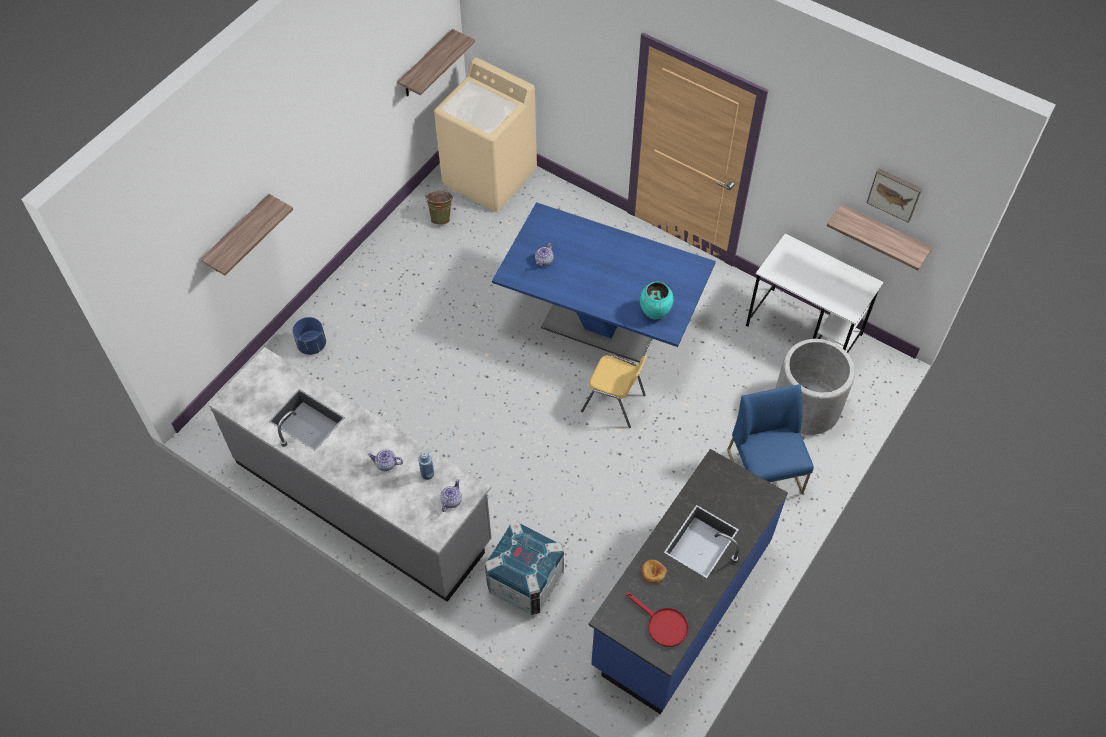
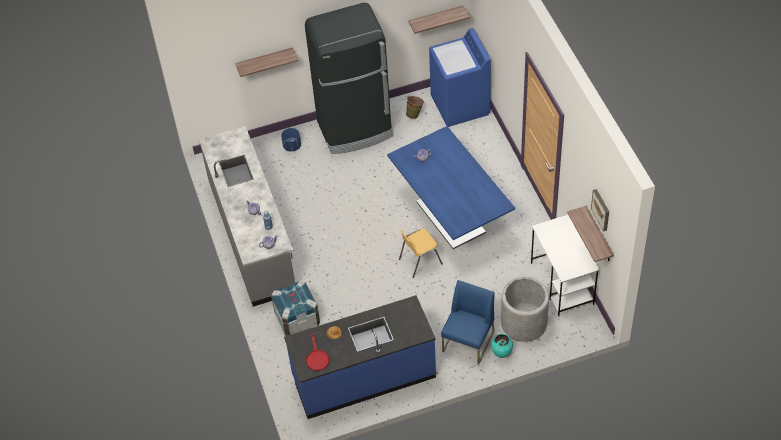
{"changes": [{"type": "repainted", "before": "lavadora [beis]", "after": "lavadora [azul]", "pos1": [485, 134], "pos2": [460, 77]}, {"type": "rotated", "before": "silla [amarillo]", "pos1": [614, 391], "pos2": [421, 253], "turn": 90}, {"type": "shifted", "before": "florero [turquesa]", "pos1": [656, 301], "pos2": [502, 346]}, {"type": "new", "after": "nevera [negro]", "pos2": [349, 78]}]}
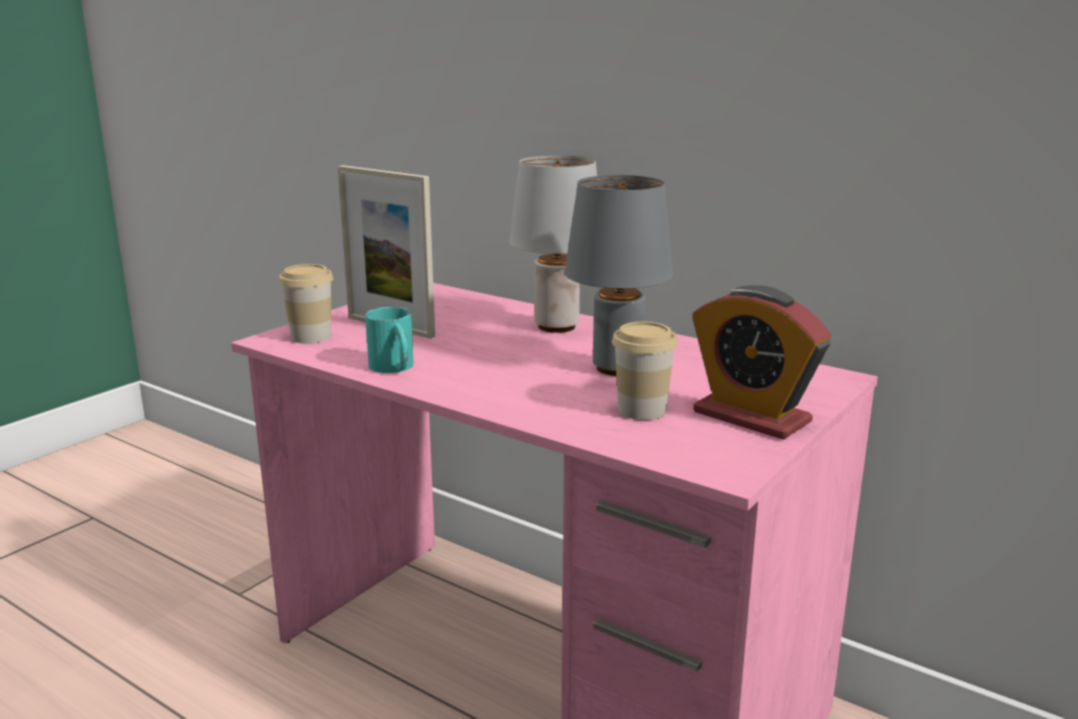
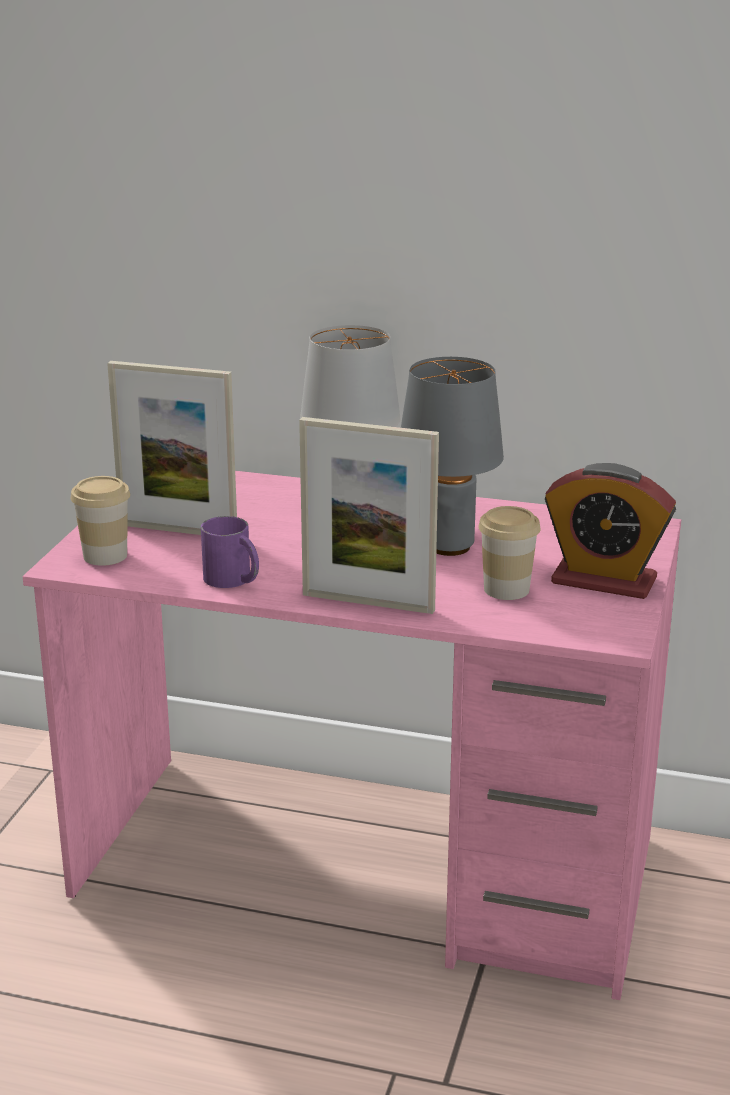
{"changes": [{"type": "repainted", "before": "taza grande [turquesa]", "after": "taza grande [morado]", "pos1": [389, 340], "pos2": [230, 552]}, {"type": "new", "after": "portarretratos", "pos2": [369, 515]}]}
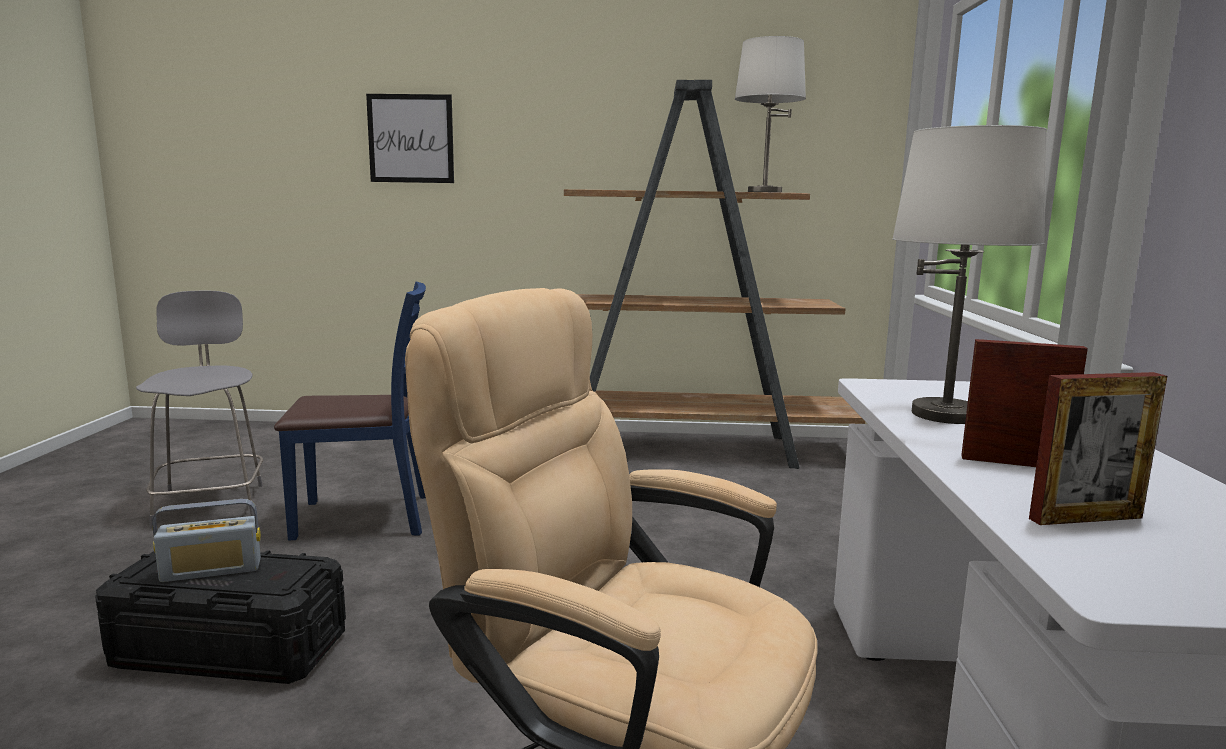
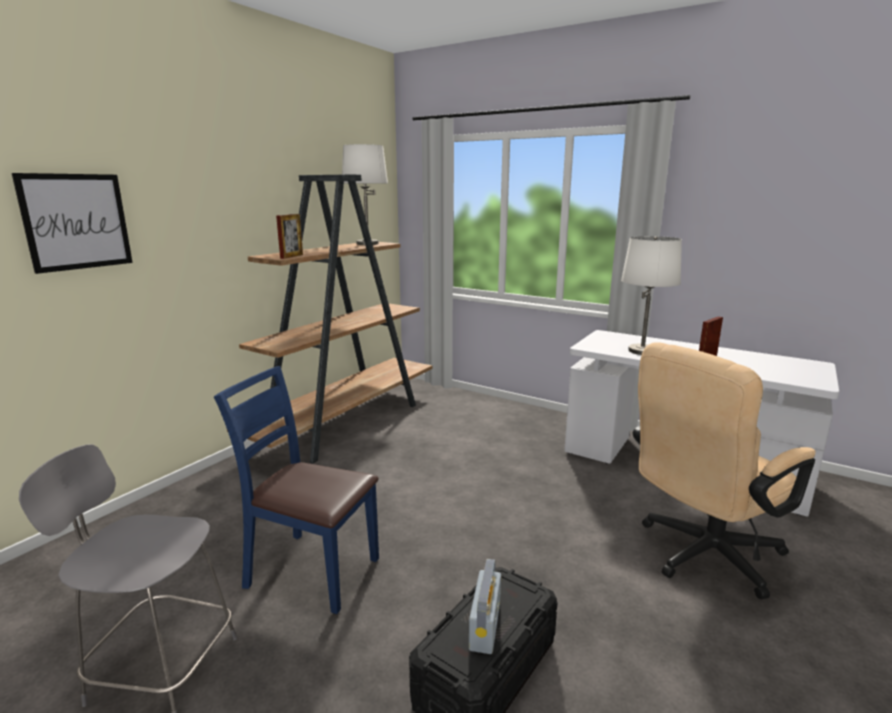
{"changes": [{"type": "rotated", "before": "silla [azul]", "pos1": [350, 410], "pos2": [296, 490], "turn": -90}, {"type": "shifted", "before": "portarretratos", "pos1": [1098, 448], "pos2": [289, 236]}]}
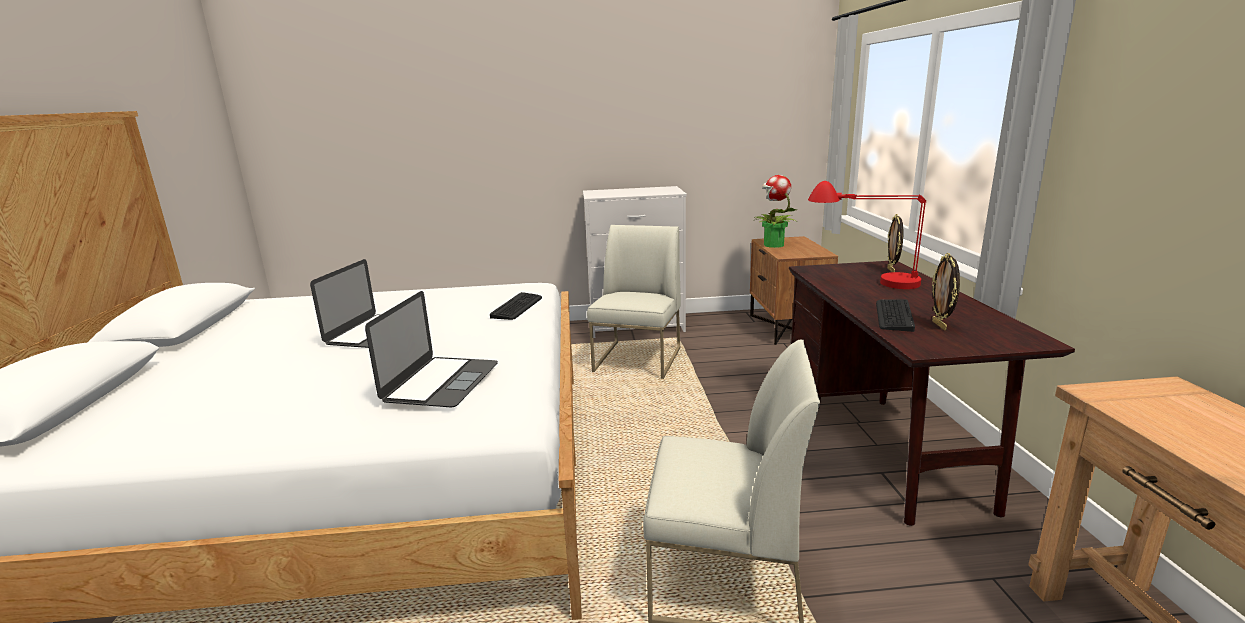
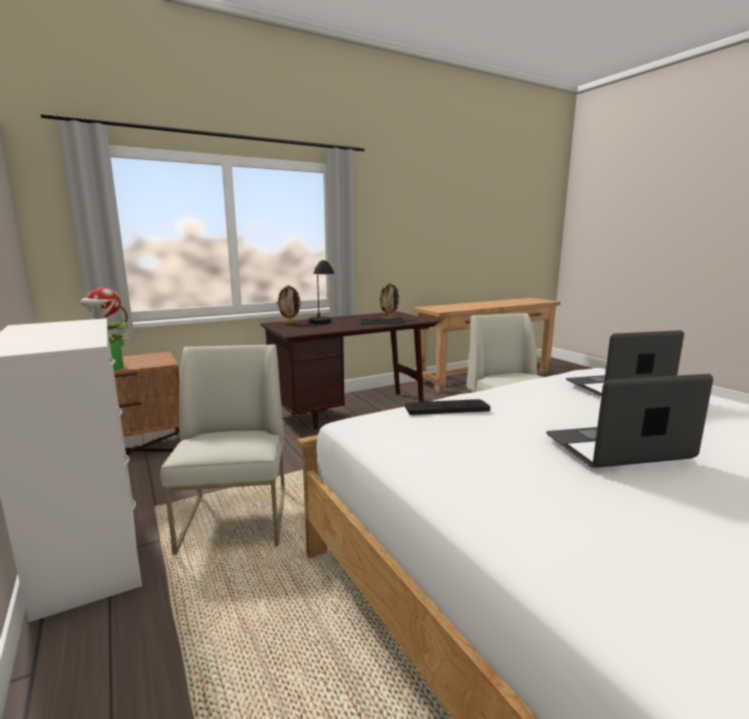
{"changes": [{"type": "rotated", "before": "silla [blanco]", "pos1": [634, 302], "pos2": [222, 449], "turn": 90}, {"type": "repainted", "before": "lámpara de mesa [rojo]", "after": "lámpara de mesa [negro]", "pos1": [867, 235], "pos2": [321, 292]}]}
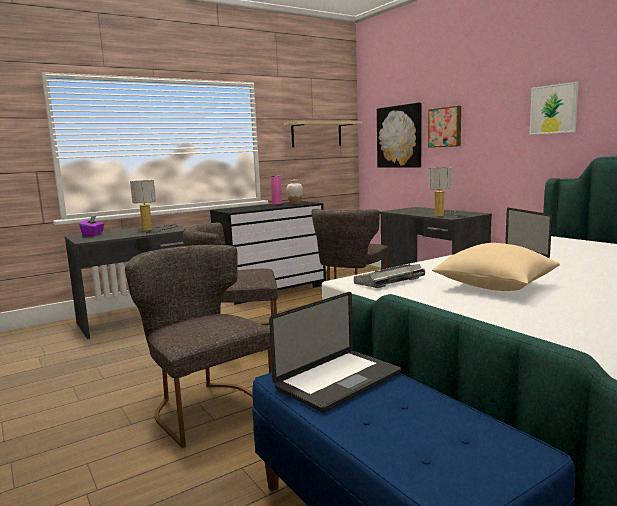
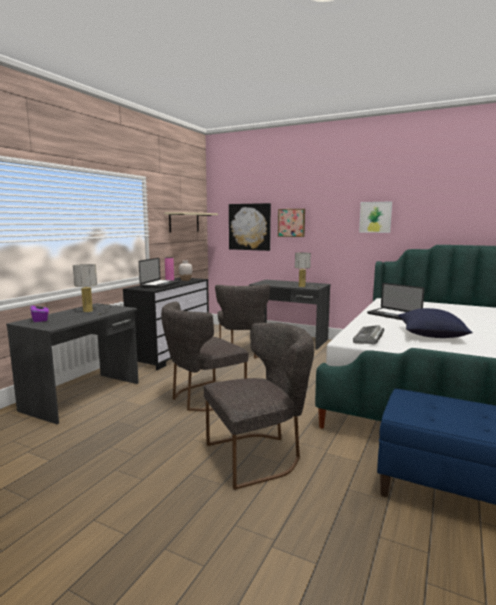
{"changes": [{"type": "rotated", "before": "silla [gris]", "pos1": [198, 346], "pos2": [259, 406], "turn": 135}, {"type": "shifted", "before": "portátil", "pos1": [335, 352], "pos2": [159, 273]}, {"type": "repainted", "before": "cojín [beis]", "after": "cojín [azul]", "pos1": [496, 267], "pos2": [435, 323]}]}
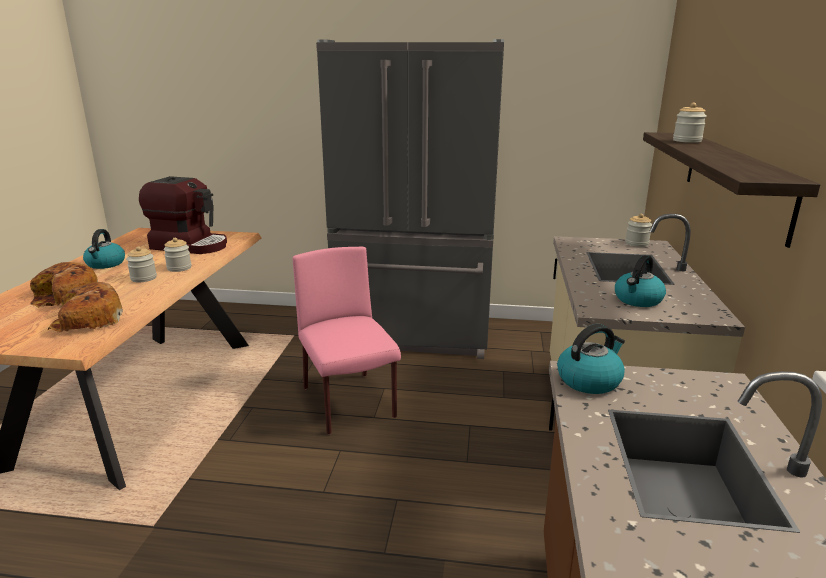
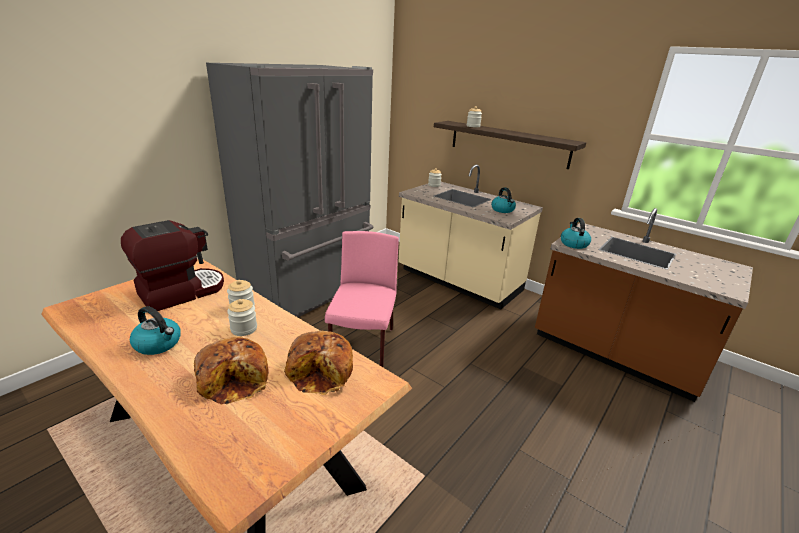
{"changes": [{"type": "rotated", "before": "silla [rosa]", "pos1": [346, 341], "pos2": [362, 299], "turn": 90}]}
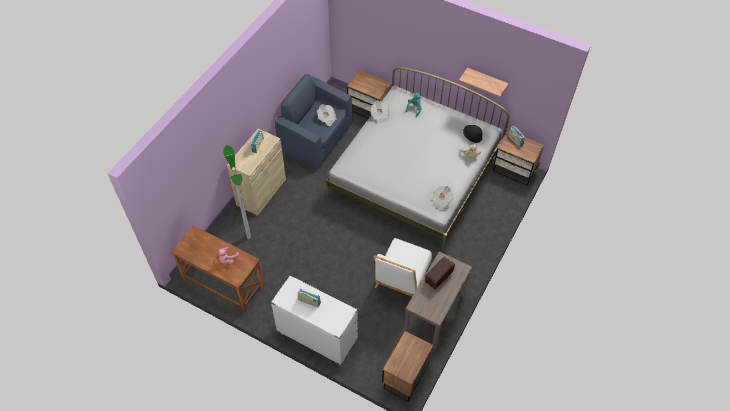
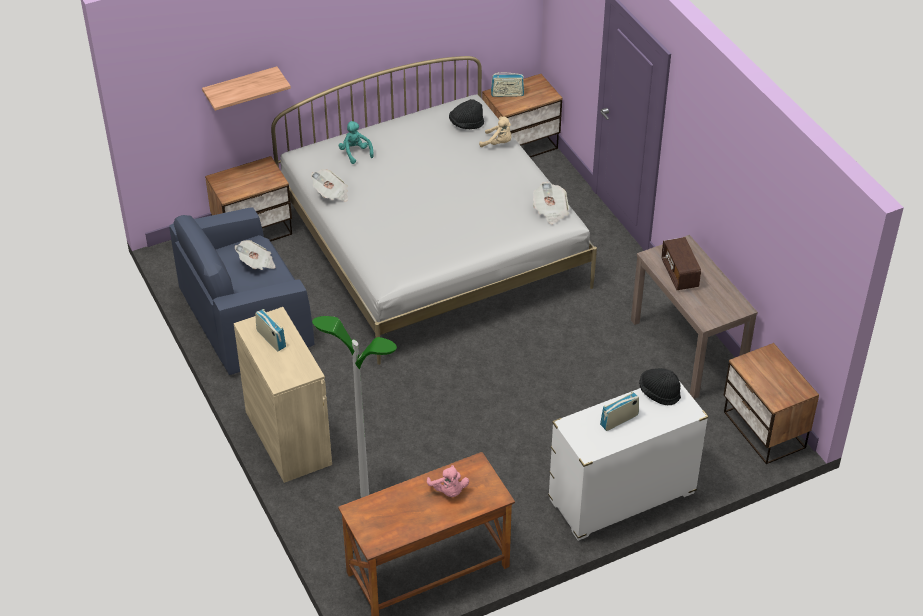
{"changes": [{"type": "gone", "before": "silla [blanco]", "pos1": [403, 267]}, {"type": "shifted", "before": "estante", "pos1": [484, 82], "pos2": [246, 88]}, {"type": "new", "after": "sombrero [negro]", "pos2": [660, 386]}]}
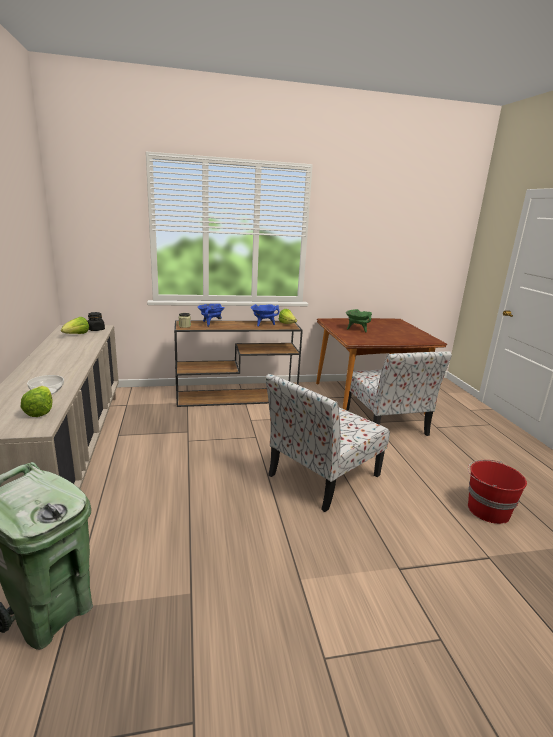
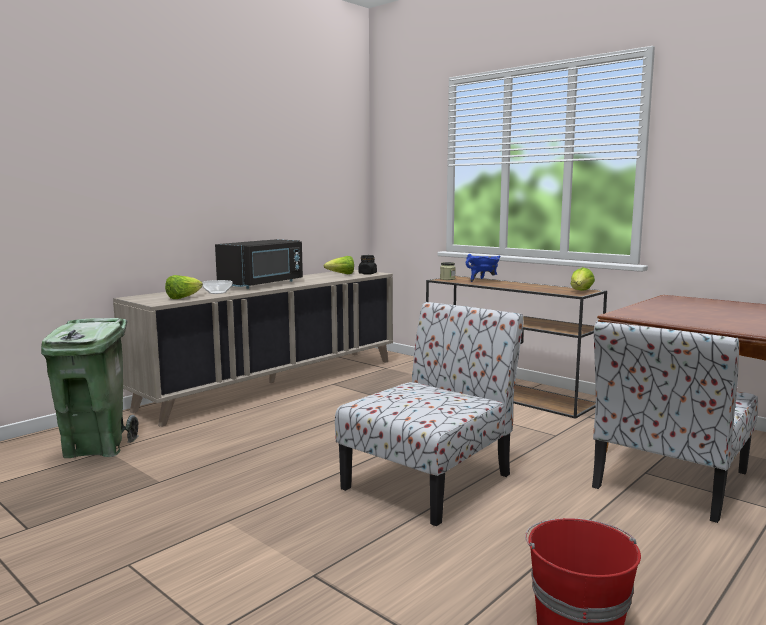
{"changes": [{"type": "gone", "before": "olla [azul]", "pos1": [265, 315]}, {"type": "rotated", "before": "silla", "pos1": [328, 443], "pos2": [429, 414], "turn": 120}, {"type": "gone", "before": "olla [verde]", "pos1": [359, 320]}, {"type": "new", "after": "microondas [negro]", "pos2": [259, 264]}]}
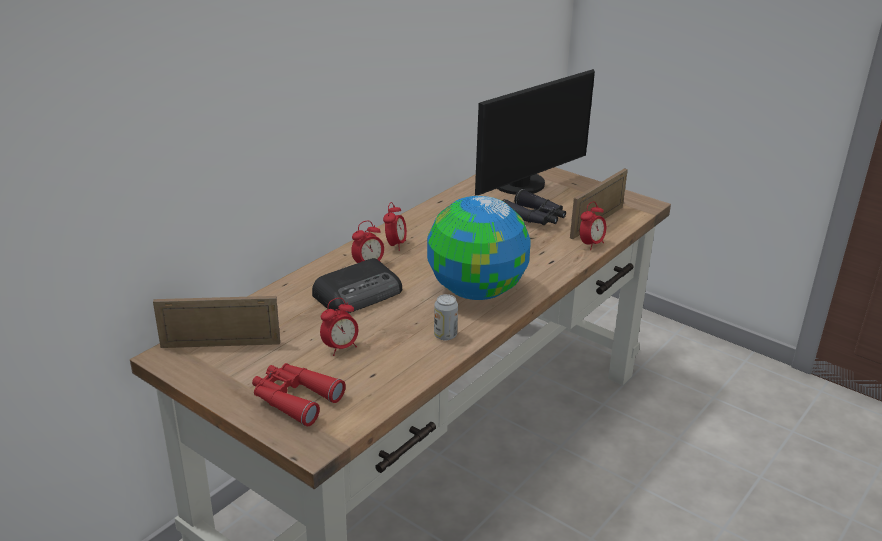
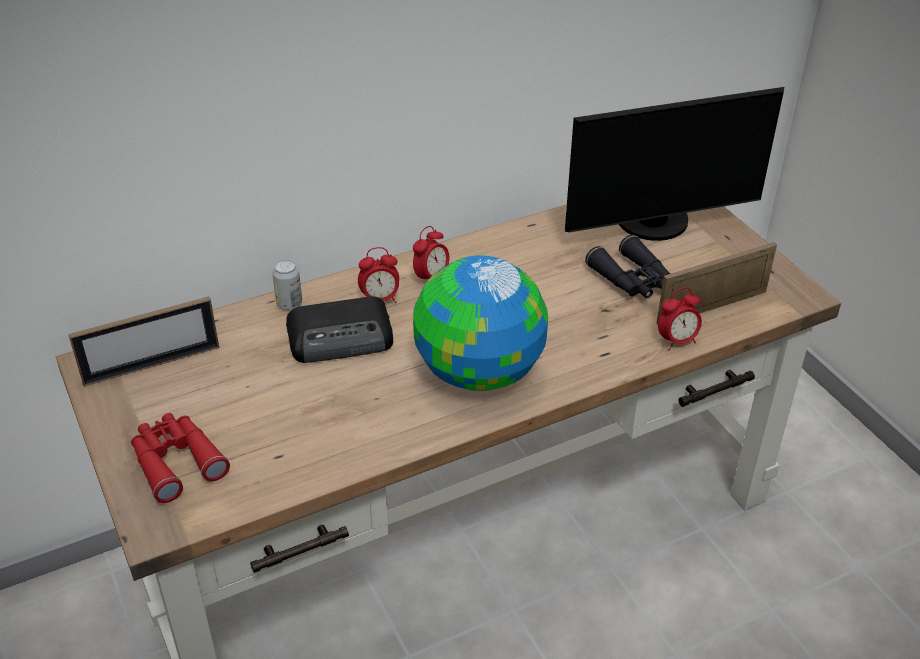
{"changes": [{"type": "rotated", "before": "portarretratos", "pos1": [216, 322], "pos2": [143, 341], "turn": 135}, {"type": "gone", "before": "despertador", "pos1": [339, 327]}, {"type": "shifted", "before": "lata", "pos1": [446, 317], "pos2": [287, 284]}]}
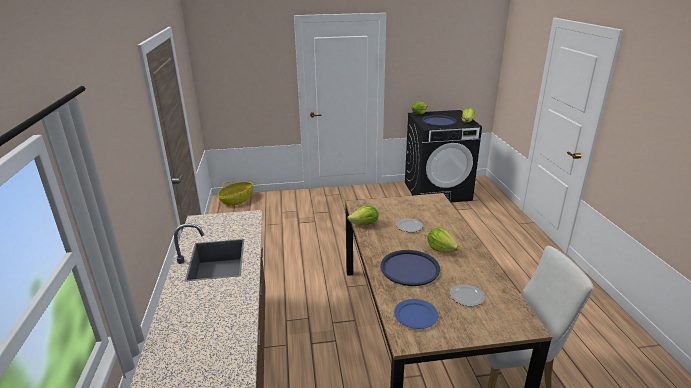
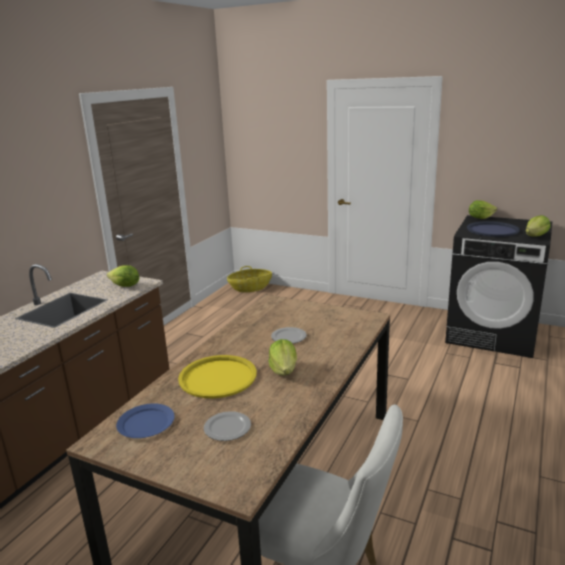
{"changes": [{"type": "shifted", "before": "lechuga", "pos1": [363, 215], "pos2": [123, 276]}, {"type": "repainted", "before": "bandeja [azul]", "after": "bandeja [amarillo]", "pos1": [410, 268], "pos2": [217, 376]}]}
